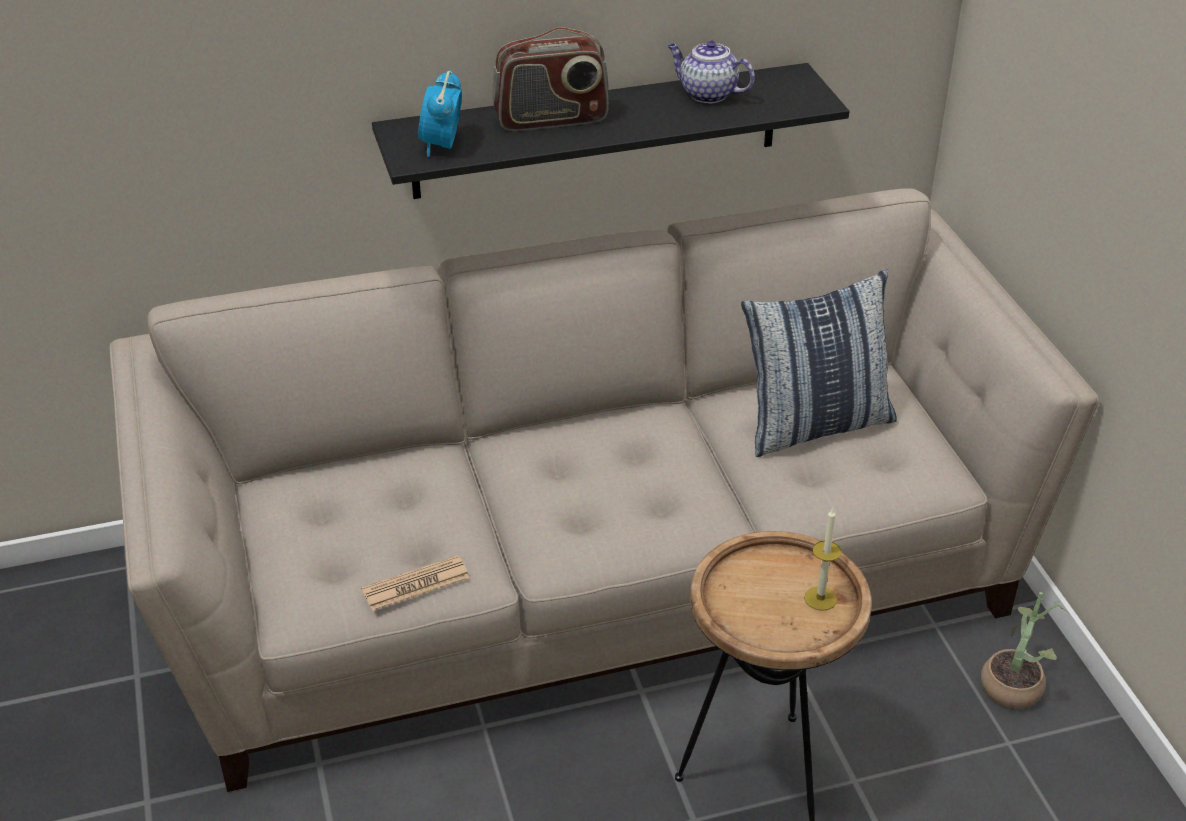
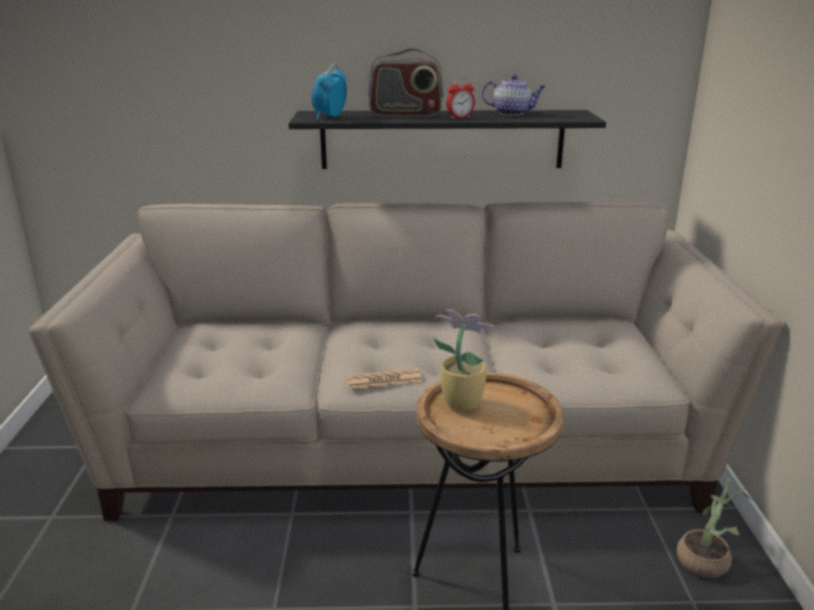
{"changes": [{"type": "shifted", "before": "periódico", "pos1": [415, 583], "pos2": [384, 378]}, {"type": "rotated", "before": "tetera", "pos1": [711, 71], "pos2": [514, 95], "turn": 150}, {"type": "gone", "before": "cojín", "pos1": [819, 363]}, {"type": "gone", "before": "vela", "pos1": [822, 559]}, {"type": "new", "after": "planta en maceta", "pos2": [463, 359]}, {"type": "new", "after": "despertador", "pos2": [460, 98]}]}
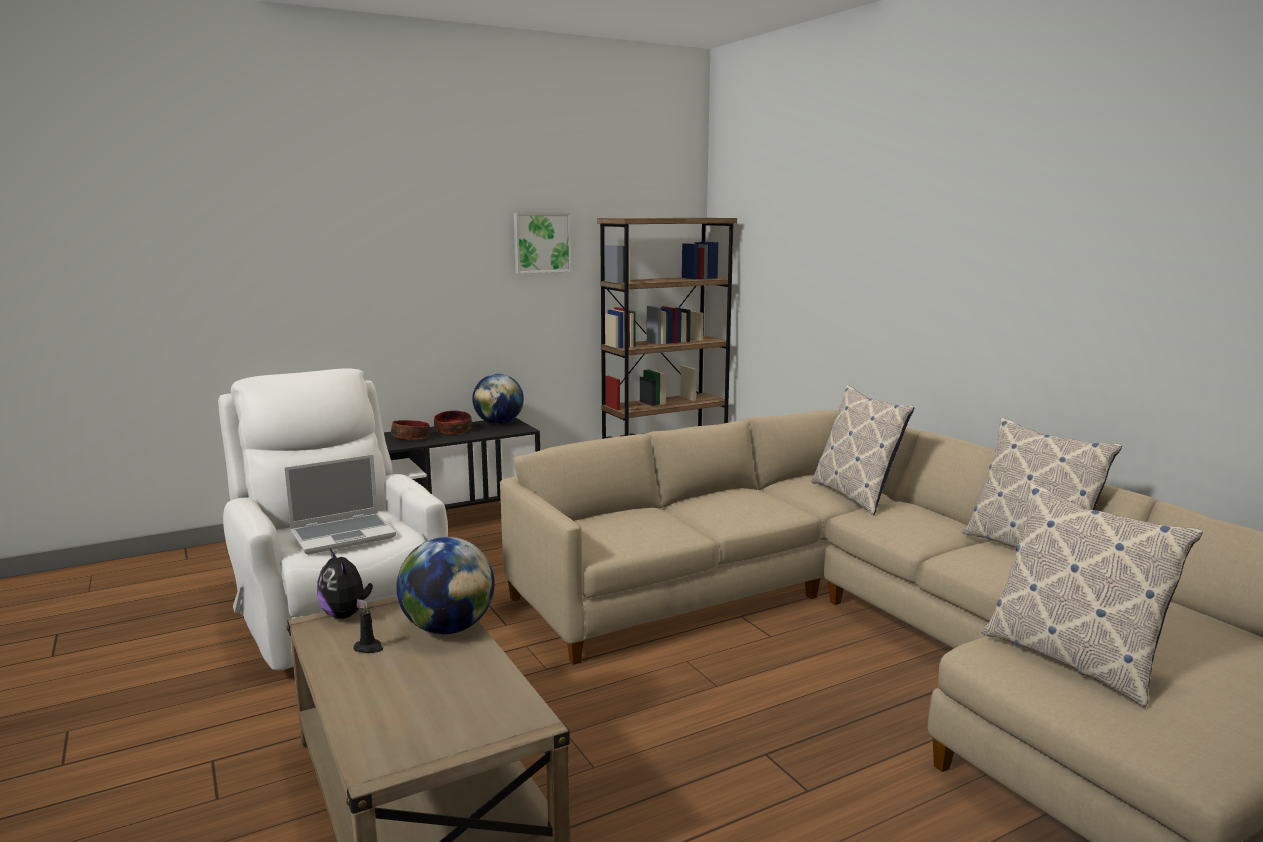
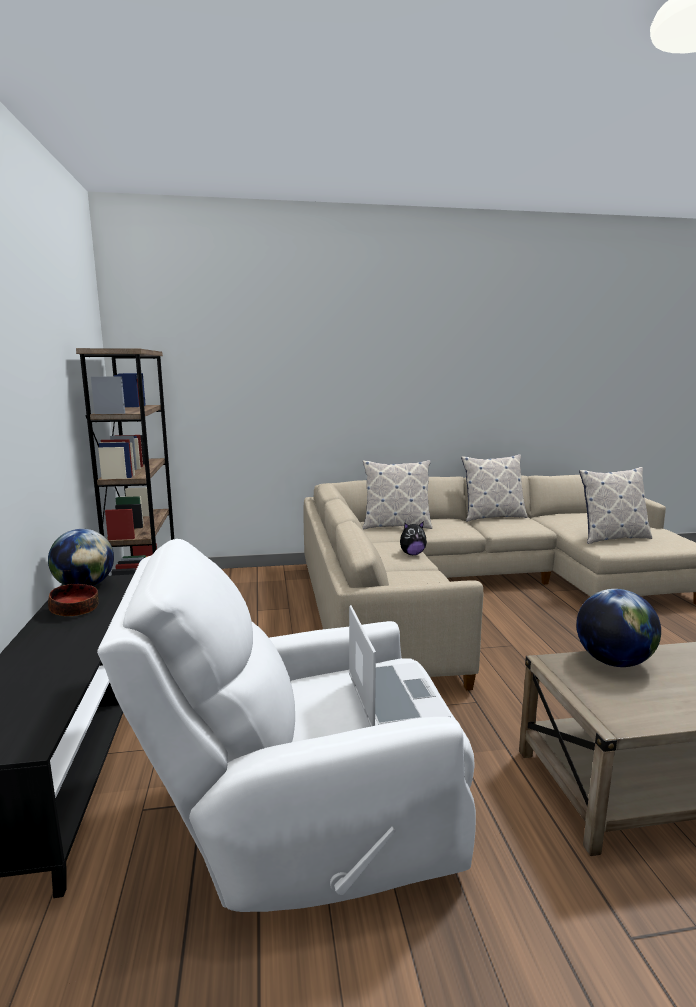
{"changes": [{"type": "shifted", "before": "peluche", "pos1": [345, 584], "pos2": [413, 538]}, {"type": "gone", "before": "vela [negro]", "pos1": [368, 628]}, {"type": "gone", "before": "cuenco", "pos1": [410, 429]}, {"type": "gone", "before": "cuadro", "pos1": [542, 243]}]}
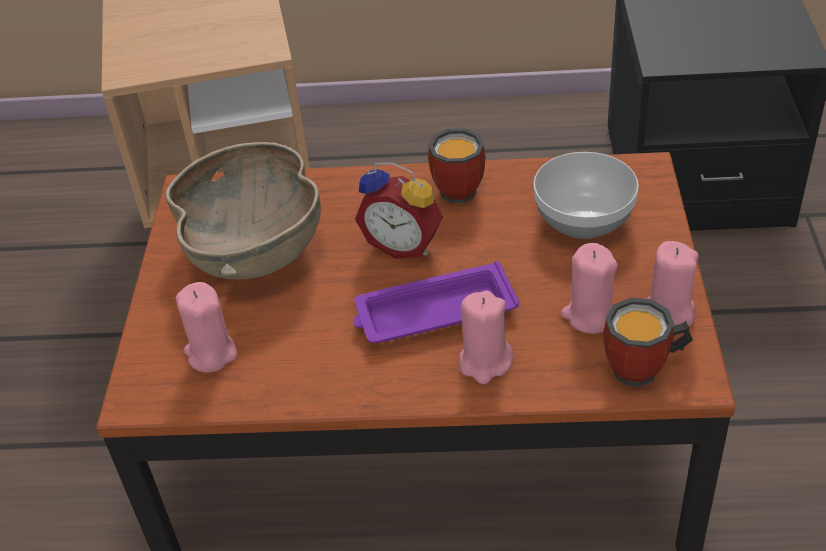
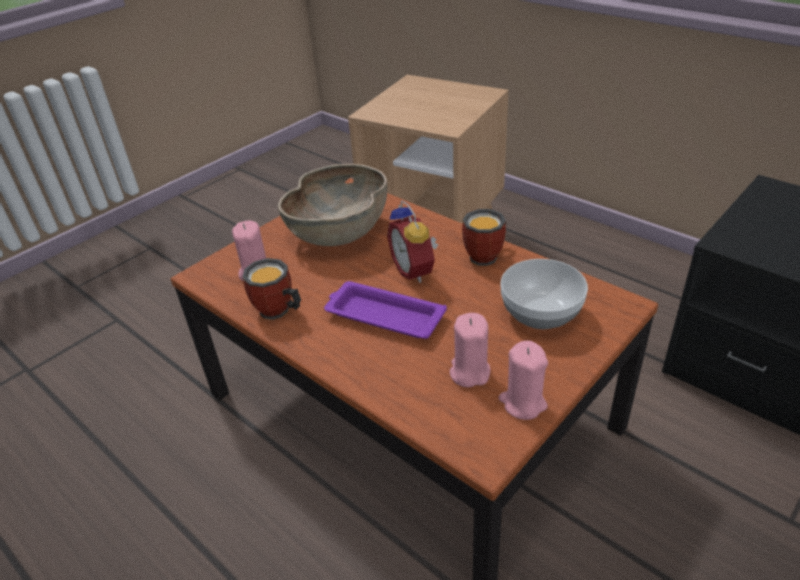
{"changes": [{"type": "gone", "before": "vela [rosa]", "pos1": [486, 337]}, {"type": "shifted", "before": "taza grande", "pos1": [648, 342], "pos2": [271, 289]}]}
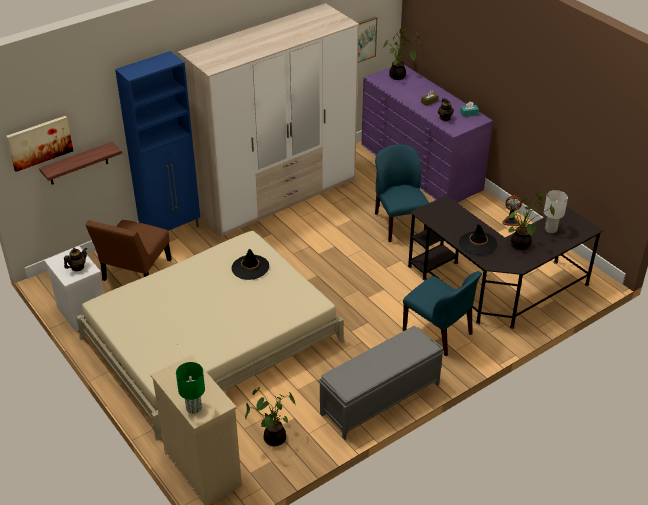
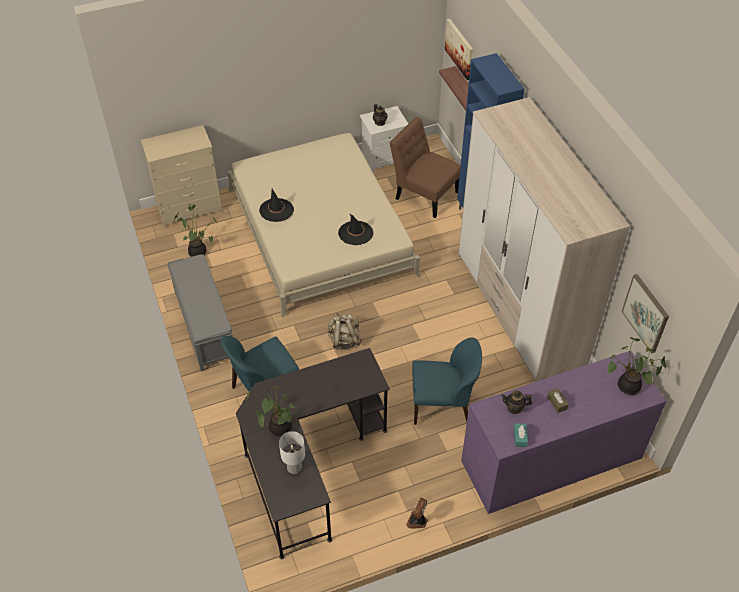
{"changes": [{"type": "gone", "before": "lámpara de mesa [verde]", "pos1": [190, 388]}, {"type": "shifted", "before": "sombrero [negro]", "pos1": [478, 239], "pos2": [276, 205]}, {"type": "new", "after": "mochila [beis]", "pos2": [345, 331]}]}
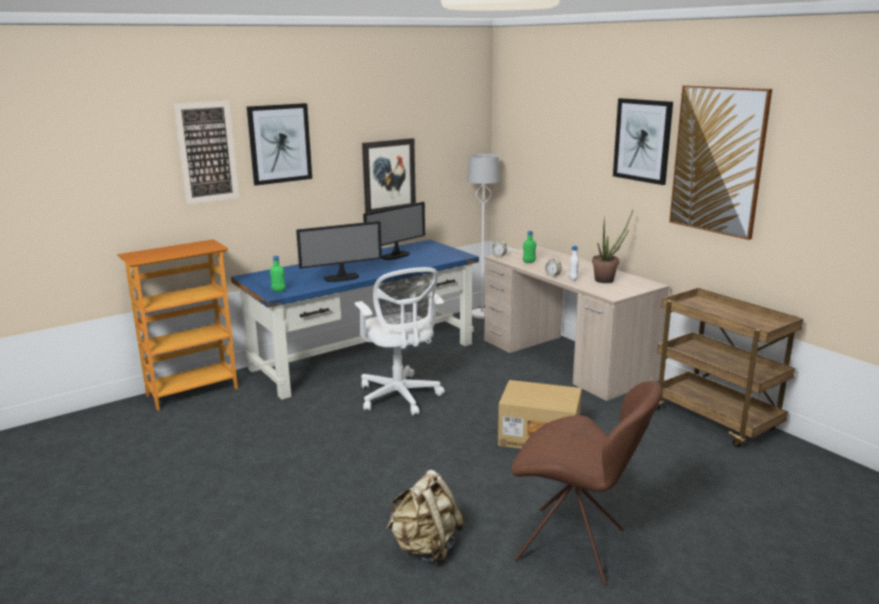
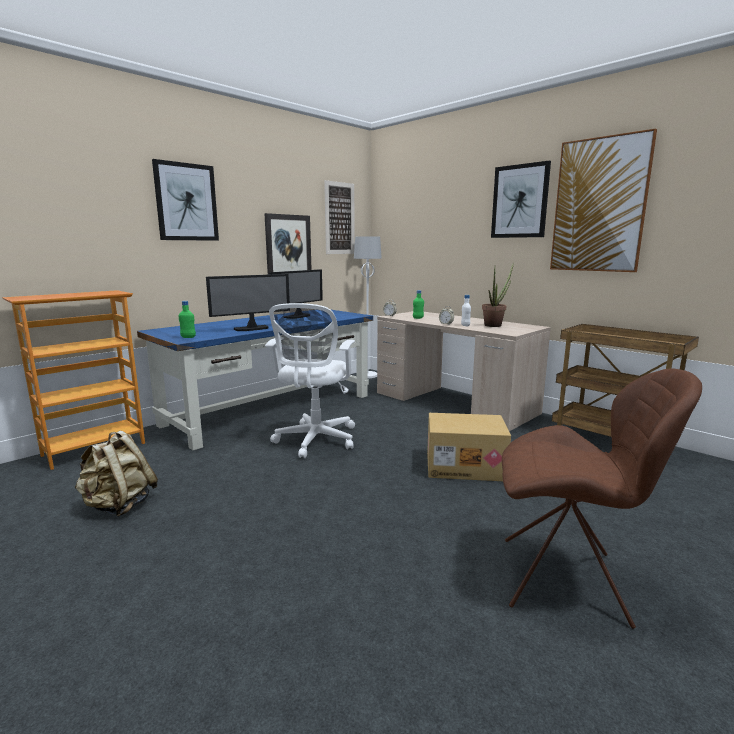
{"changes": [{"type": "shifted", "before": "cuadro", "pos1": [206, 152], "pos2": [339, 217]}, {"type": "rotated", "before": "silla de oficina [blanco]", "pos1": [399, 341], "pos2": [310, 380], "turn": 45}, {"type": "shifted", "before": "mochila [beis]", "pos1": [425, 517], "pos2": [116, 474]}]}
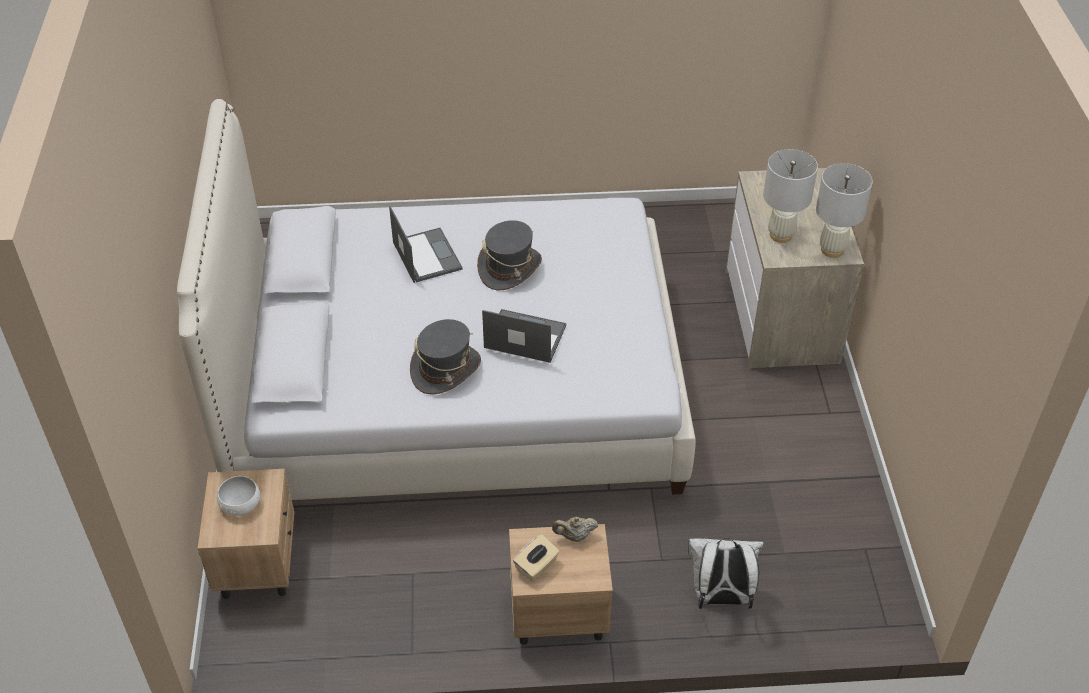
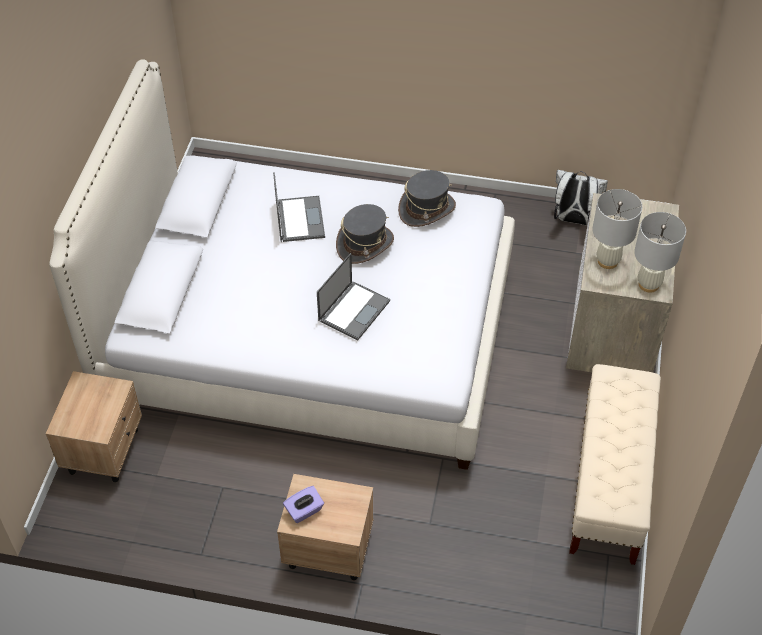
{"changes": [{"type": "gone", "before": "cuenco [blanco]", "pos1": [238, 496]}, {"type": "shifted", "before": "sombrero [gris]", "pos1": [445, 357], "pos2": [427, 198]}, {"type": "rotated", "before": "portátil", "pos1": [524, 336], "pos2": [353, 296], "turn": 90}, {"type": "repainted", "before": "caja de pañuelos [beis]", "after": "caja de pañuelos [morado]", "pos1": [536, 557], "pos2": [303, 504]}, {"type": "gone", "before": "tetera [beis]", "pos1": [575, 529]}, {"type": "shifted", "before": "mochila [blanco]", "pos1": [725, 573], "pos2": [581, 197]}, {"type": "new", "after": "banco [beis]", "pos2": [615, 464]}]}
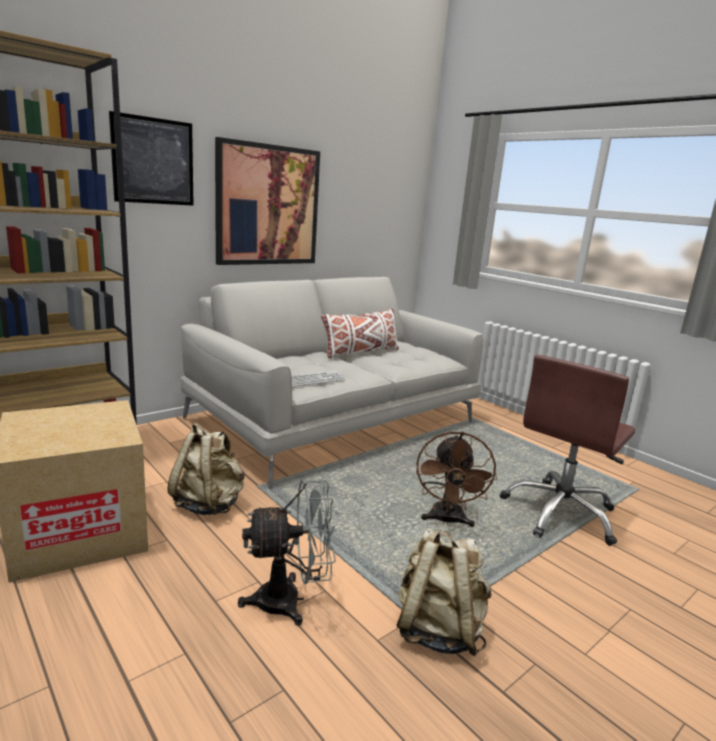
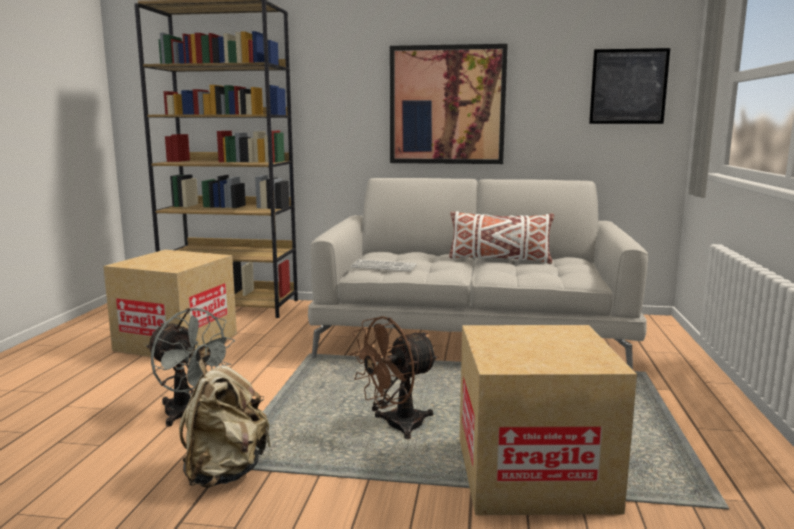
{"changes": [{"type": "shifted", "before": "cuadro", "pos1": [151, 158], "pos2": [629, 86]}, {"type": "gone", "before": "mochila [beis]", "pos1": [206, 468]}, {"type": "swapped", "before": "silla de oficina [marrón]", "after": "caja de cartón", "pos1": [567, 450], "pos2": [548, 420]}]}
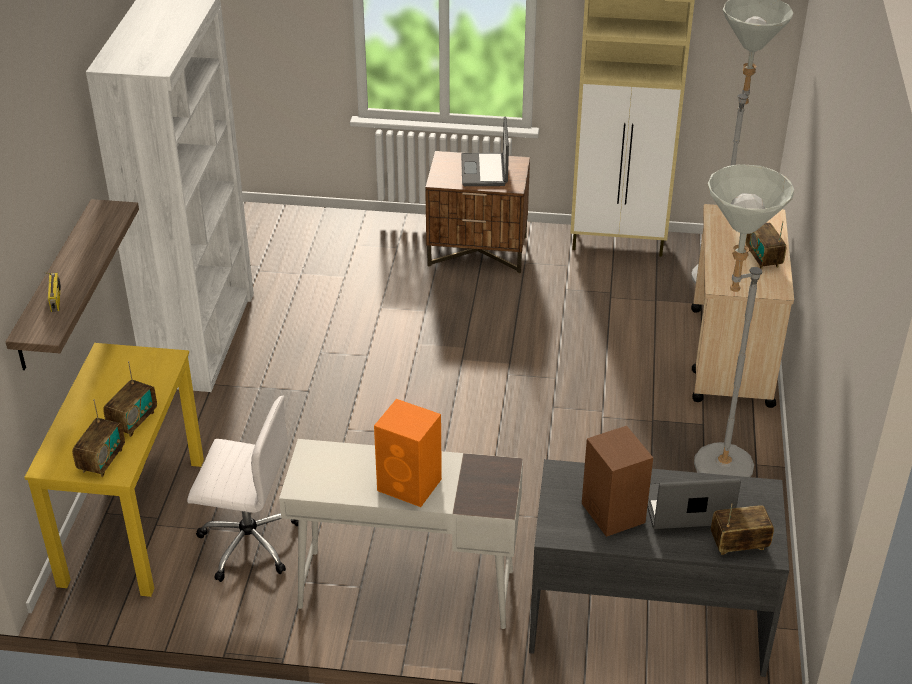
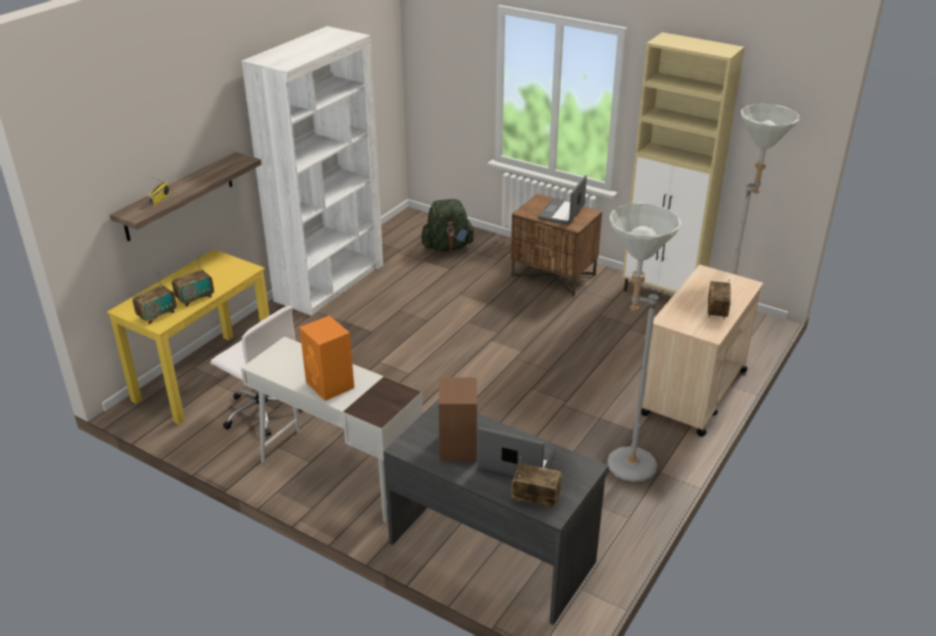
{"changes": [{"type": "new", "after": "mochila [verde]", "pos2": [448, 225]}]}
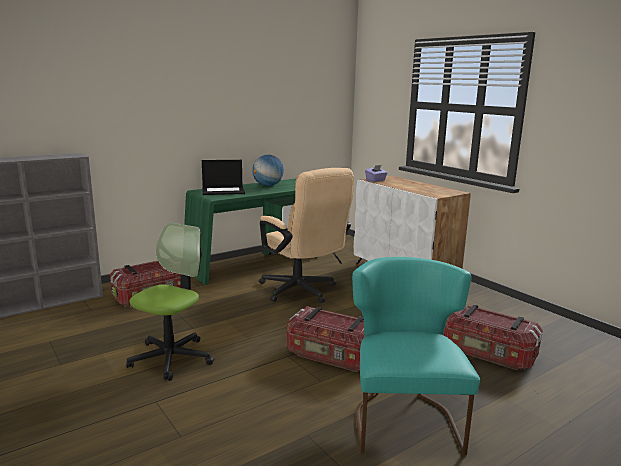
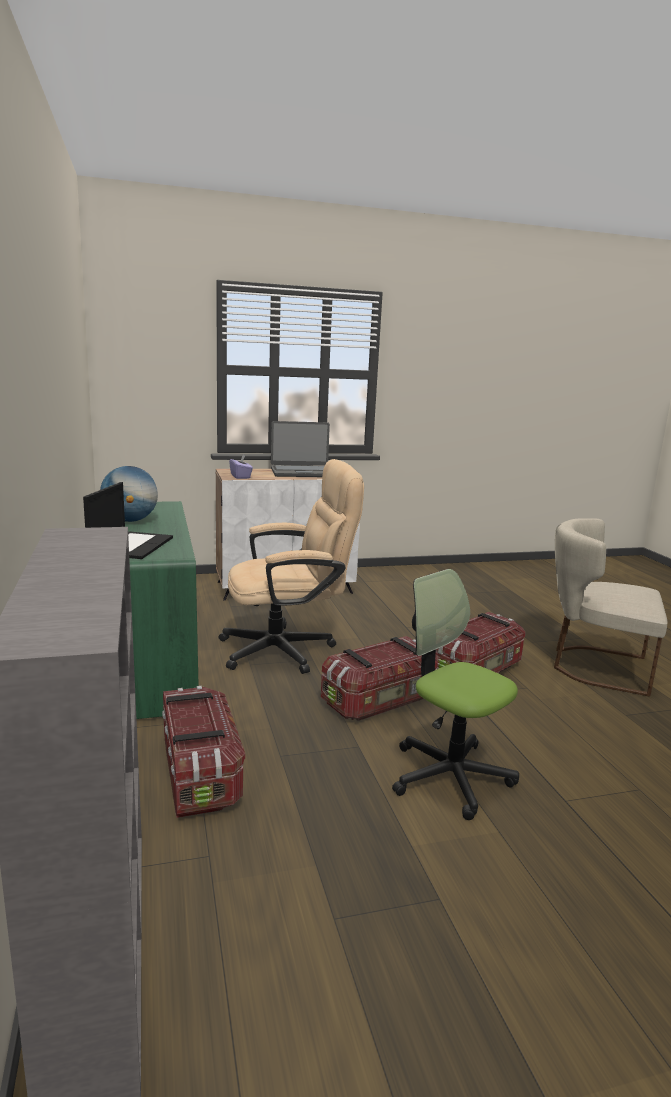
{"changes": [{"type": "repainted", "before": "silla [turquesa]", "after": "silla [beis]", "pos1": [416, 356], "pos2": [610, 607]}, {"type": "shifted", "before": "caja de almacenaje", "pos1": [493, 337], "pos2": [379, 678]}, {"type": "new", "after": "portátil", "pos2": [300, 449]}]}
